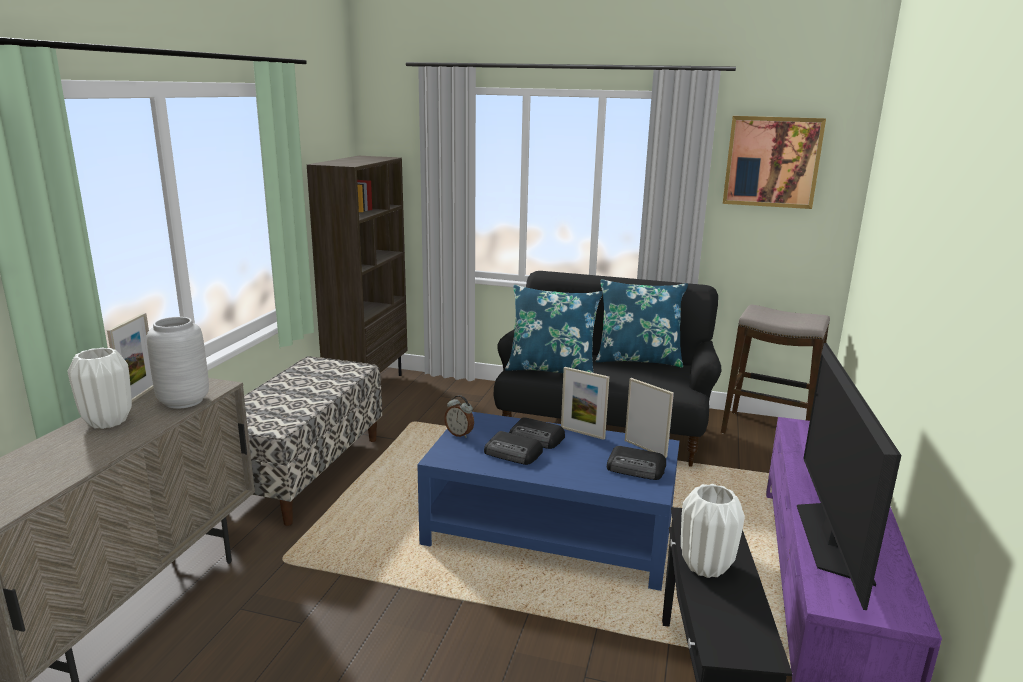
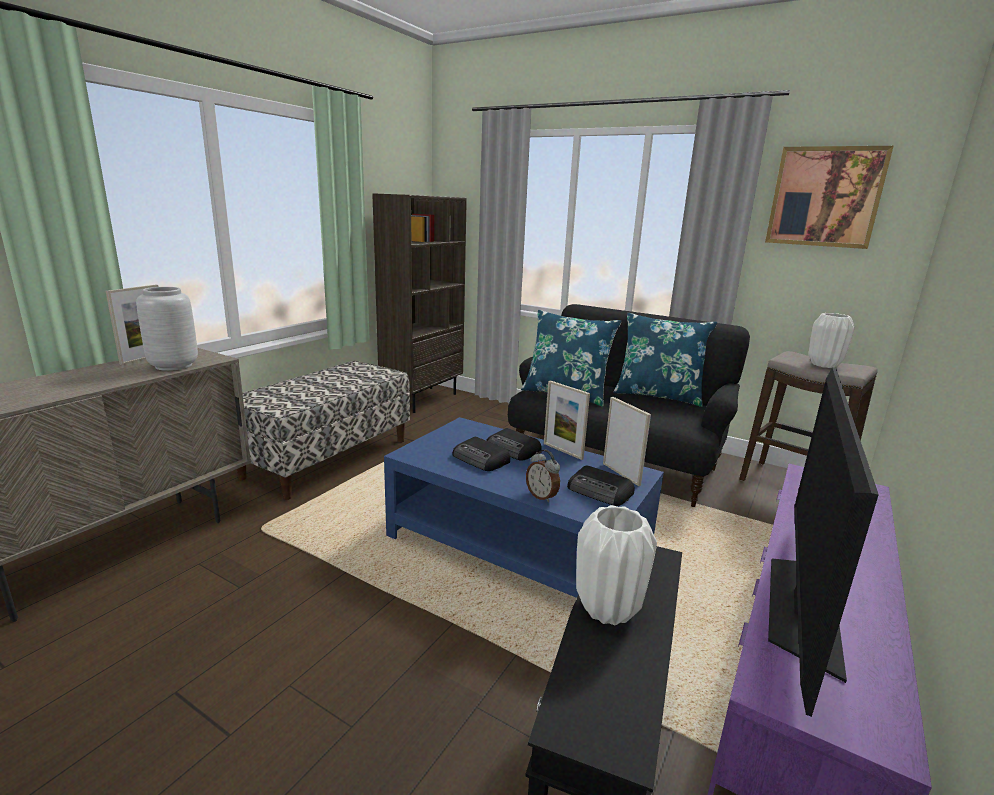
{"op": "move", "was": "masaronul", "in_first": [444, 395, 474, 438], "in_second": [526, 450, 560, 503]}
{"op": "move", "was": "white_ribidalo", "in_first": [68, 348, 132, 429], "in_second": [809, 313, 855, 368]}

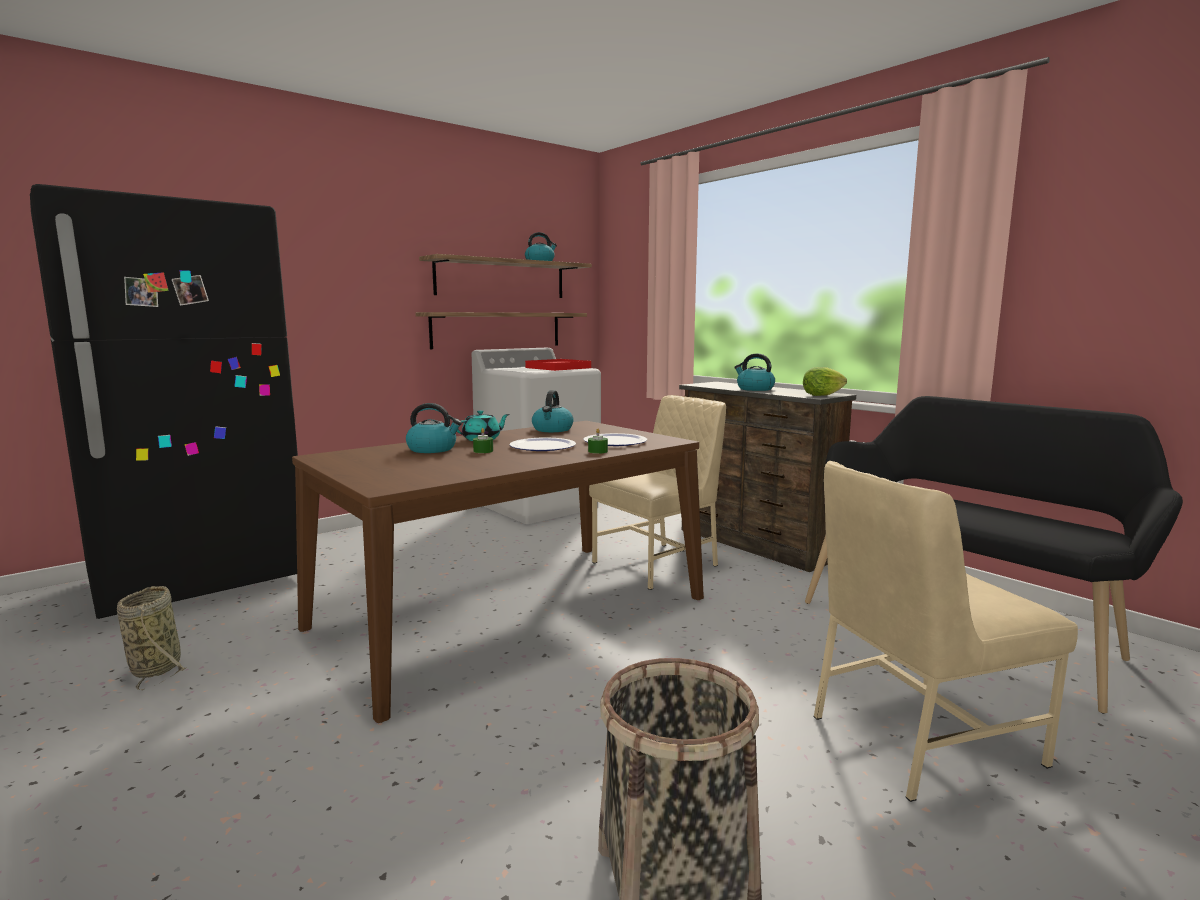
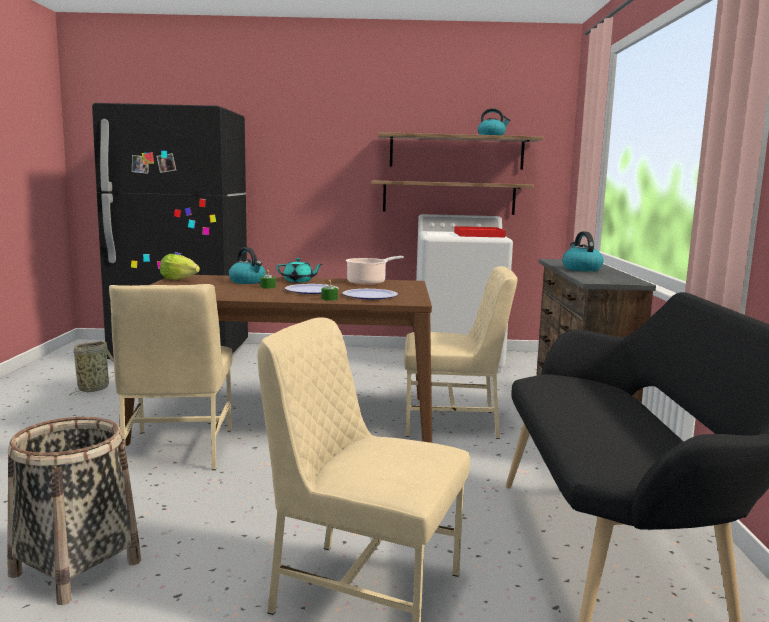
{"op": "insert", "now": "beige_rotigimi", "in_second": [109, 284, 233, 470]}
{"op": "move", "was": "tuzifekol", "in_first": [803, 367, 847, 396], "in_second": [160, 254, 200, 280]}
{"op": "replace", "was": "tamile", "now": "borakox", "in_first": [532, 390, 574, 432], "in_second": [346, 256, 404, 285]}

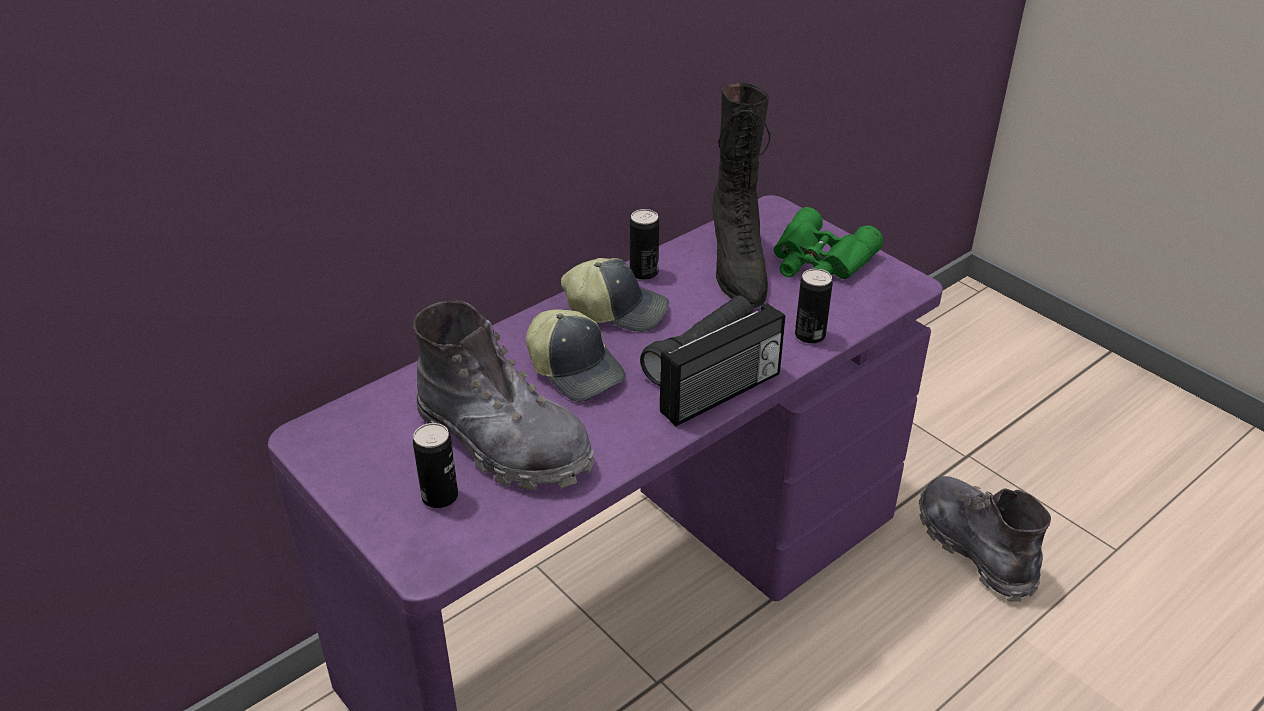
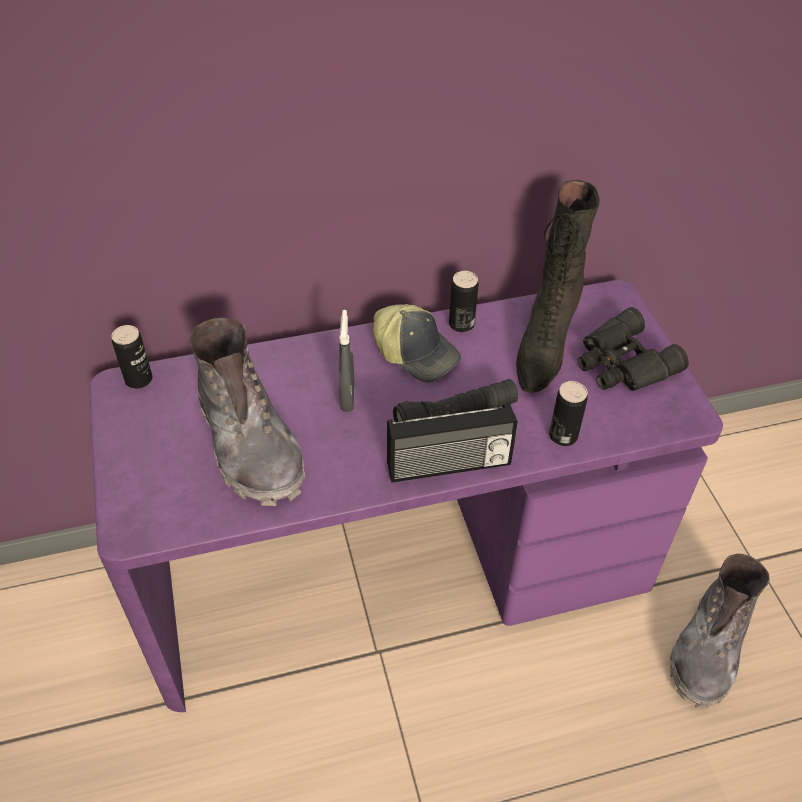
{"op": "move", "was": "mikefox", "in_first": [413, 423, 458, 508], "in_second": [112, 325, 153, 389]}
{"op": "replace", "was": "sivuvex", "now": "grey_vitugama", "in_first": [526, 309, 626, 402], "in_second": [339, 310, 355, 412]}
{"op": "recolor", "was": "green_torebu", "now": "black_torebu", "in_first": [774, 207, 883, 279], "in_second": [578, 307, 689, 391]}
{"op": "rotate", "was": "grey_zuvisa", "in_first": [919, 476, 1051, 602], "in_second": [670, 554, 770, 709], "clockwise": -150}

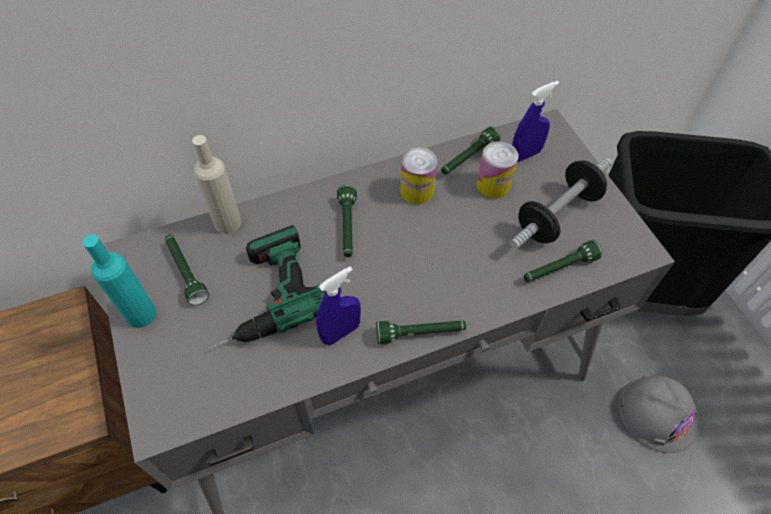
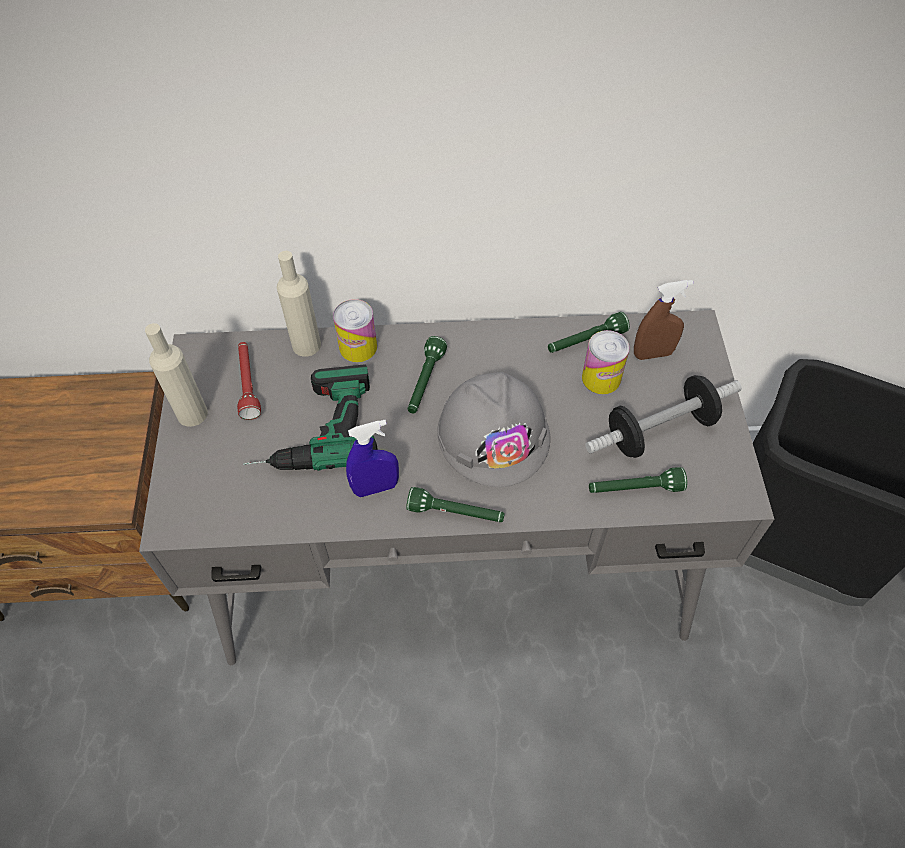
{"op": "recolor", "was": "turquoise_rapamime", "now": "beige_rapamime", "in_first": [83, 235, 156, 328], "in_second": [145, 323, 208, 427]}
{"op": "recolor", "was": "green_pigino", "now": "red_pigino", "in_first": [165, 235, 209, 305], "in_second": [237, 342, 261, 420]}
{"op": "move", "was": "mikefox", "in_first": [400, 147, 437, 205], "in_second": [333, 299, 377, 362]}
{"op": "move", "was": "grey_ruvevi", "in_first": [619, 376, 698, 453], "in_second": [437, 372, 550, 487]}
{"op": "recolor", "was": "blue_vitugama", "now": "brown_vitugama", "in_first": [512, 81, 559, 162], "in_second": [634, 280, 694, 360]}

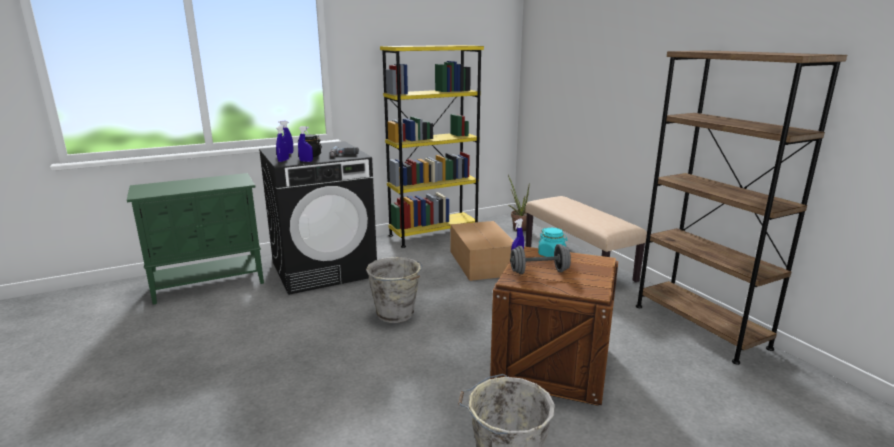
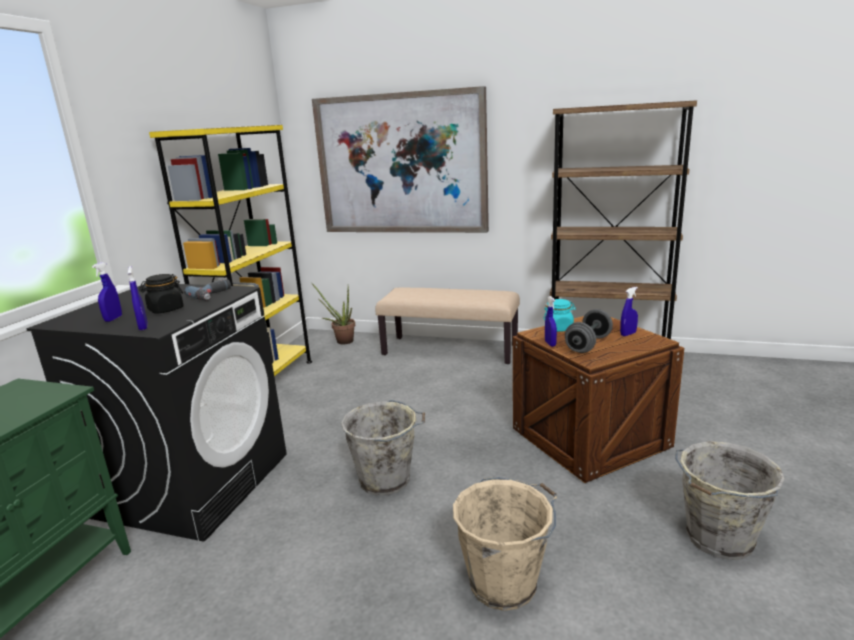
{"op": "insert", "now": "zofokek", "in_second": [312, 86, 489, 233]}
{"op": "insert", "now": "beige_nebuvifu", "in_second": [453, 477, 557, 611]}
{"op": "move", "was": "blue_vitugama", "in_first": [298, 126, 313, 162], "in_second": [620, 287, 638, 336]}
{"op": "delete", "was": "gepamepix", "in_first": [451, 221, 513, 281]}

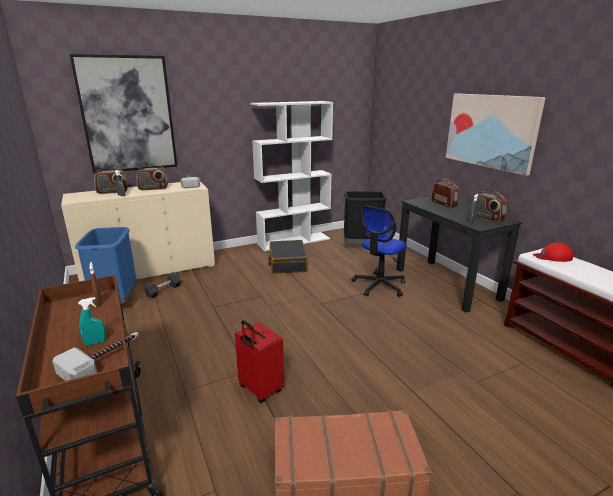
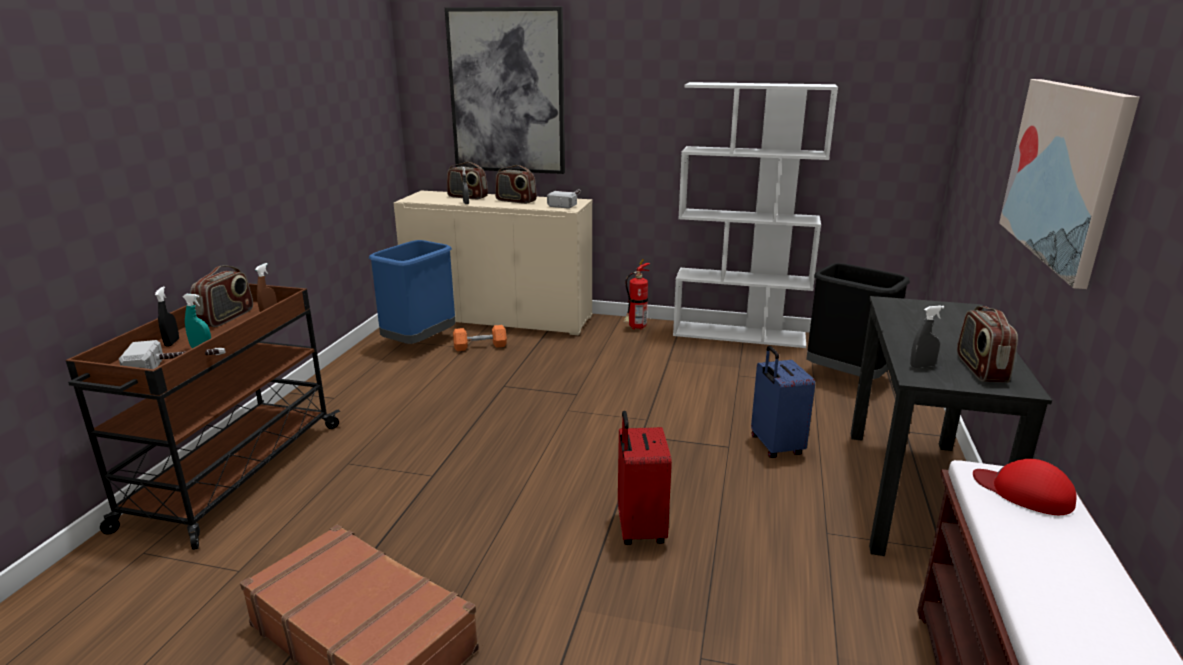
{"op": "insert", "now": "black_vitugama", "in_second": [155, 286, 179, 346]}
{"op": "move", "was": "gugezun", "in_first": [431, 178, 459, 208], "in_second": [191, 265, 253, 327]}
{"op": "recolor", "was": "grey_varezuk", "now": "orange_varezuk", "in_first": [144, 272, 181, 298], "in_second": [453, 325, 507, 351]}
{"op": "move", "was": "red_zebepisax", "in_first": [235, 320, 284, 403], "in_second": [618, 411, 672, 545]}
{"op": "insert", "now": "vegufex", "in_second": [623, 259, 650, 330]}
{"op": "replace", "was": "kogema", "now": "blue_zebepisax", "in_first": [351, 205, 405, 297], "in_second": [751, 346, 815, 458]}
{"op": "delete", "was": "black_zebepisax", "in_first": [268, 240, 308, 274]}

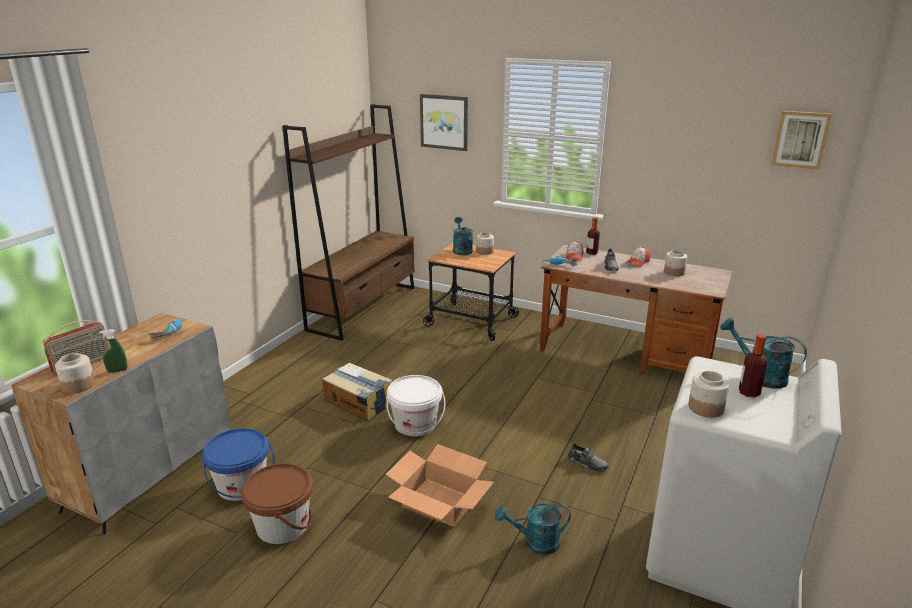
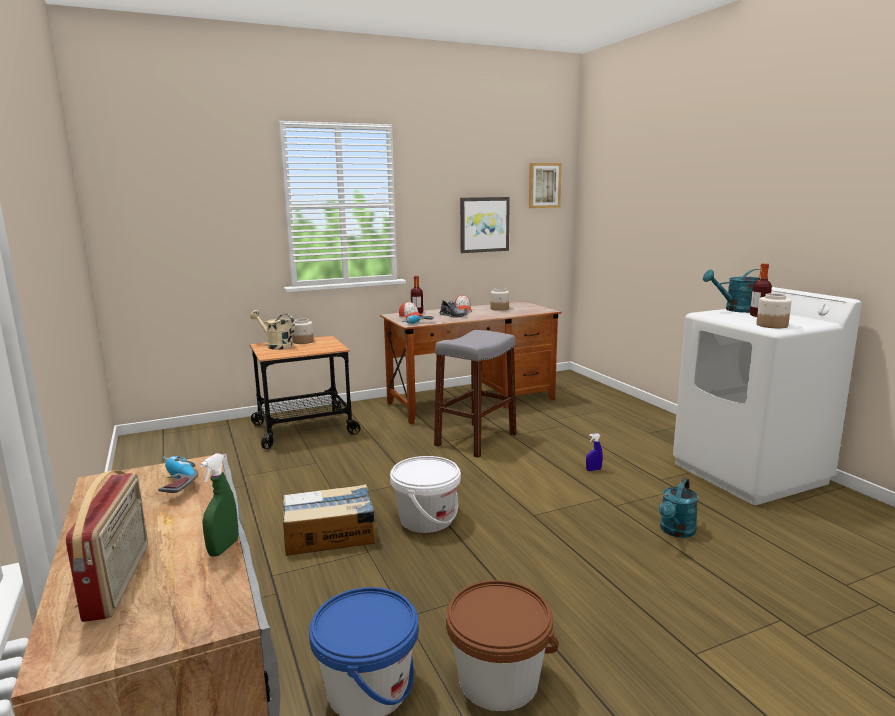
{"op": "recolor", "was": "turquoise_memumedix", "now": "beige_memumedix", "in_first": [453, 217, 473, 255], "in_second": [250, 310, 295, 350]}
{"op": "insert", "now": "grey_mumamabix", "in_second": [434, 330, 517, 458]}
{"op": "move", "was": "zofokek", "in_first": [420, 94, 468, 151], "in_second": [460, 197, 510, 253]}
{"op": "replace", "was": "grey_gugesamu", "now": "blue_vitugama", "in_first": [568, 443, 609, 471], "in_second": [586, 433, 603, 471]}
{"op": "delete", "was": "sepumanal", "in_first": [55, 353, 95, 394]}
{"op": "delete", "was": "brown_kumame", "in_first": [282, 104, 415, 341]}
{"op": "delete", "was": "gepamepix", "in_first": [386, 444, 494, 527]}

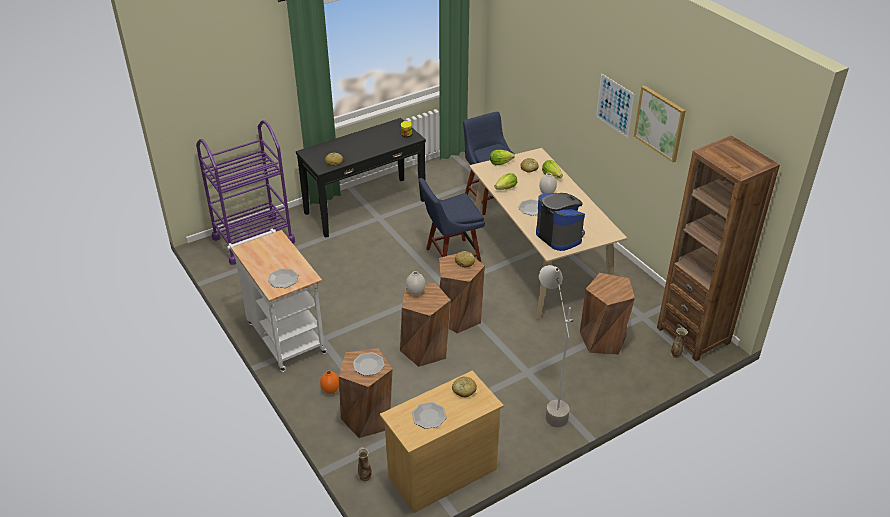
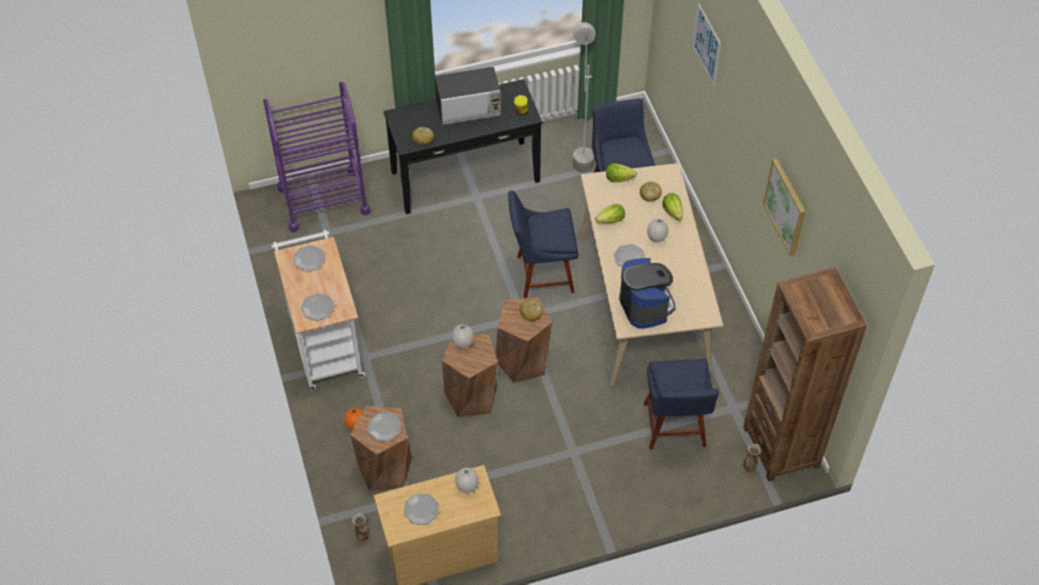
{"op": "insert", "now": "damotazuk", "in_second": [293, 245, 326, 272]}
{"op": "insert", "now": "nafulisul", "in_second": [435, 67, 501, 125]}
{"op": "replace", "was": "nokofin", "now": "white_ribidalo", "in_first": [452, 377, 477, 397], "in_second": [455, 468, 479, 493]}
{"op": "move", "was": "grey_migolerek", "in_first": [539, 265, 574, 427], "in_second": [573, 22, 595, 173]}
{"op": "replace", "was": "brown_mumamabix", "now": "blue_rotigimi", "in_first": [580, 273, 635, 355], "in_second": [644, 359, 719, 450]}
{"op": "move", "was": "zofokek", "in_first": [596, 73, 635, 138], "in_second": [693, 3, 721, 86]}

